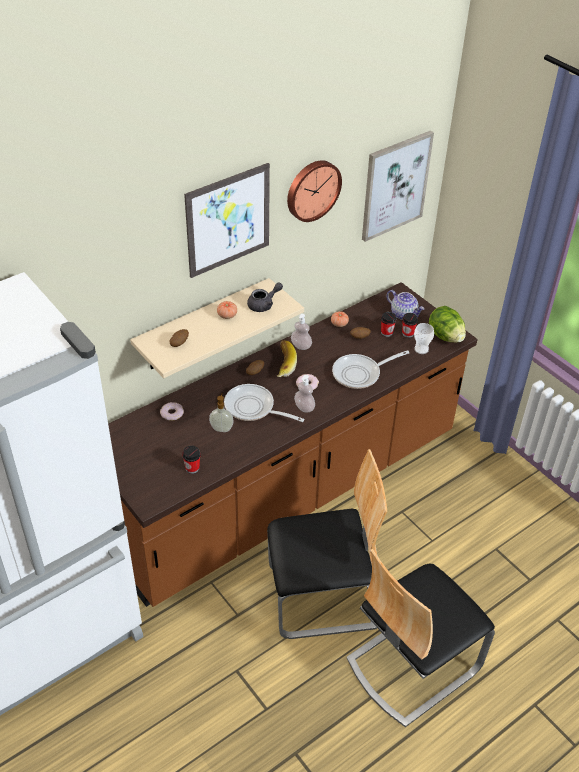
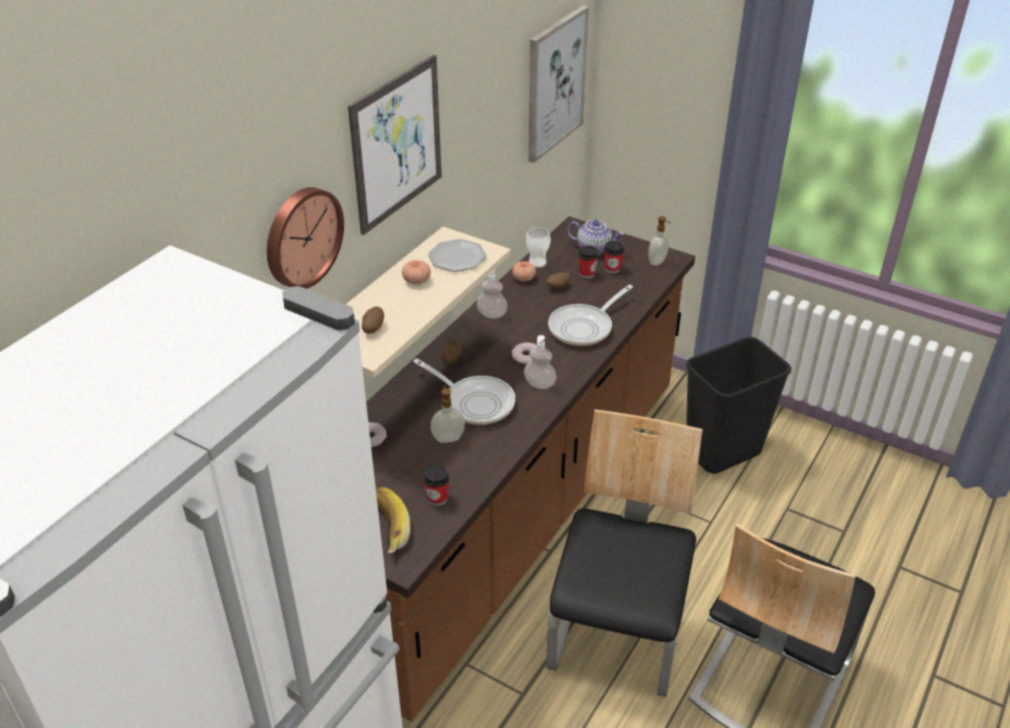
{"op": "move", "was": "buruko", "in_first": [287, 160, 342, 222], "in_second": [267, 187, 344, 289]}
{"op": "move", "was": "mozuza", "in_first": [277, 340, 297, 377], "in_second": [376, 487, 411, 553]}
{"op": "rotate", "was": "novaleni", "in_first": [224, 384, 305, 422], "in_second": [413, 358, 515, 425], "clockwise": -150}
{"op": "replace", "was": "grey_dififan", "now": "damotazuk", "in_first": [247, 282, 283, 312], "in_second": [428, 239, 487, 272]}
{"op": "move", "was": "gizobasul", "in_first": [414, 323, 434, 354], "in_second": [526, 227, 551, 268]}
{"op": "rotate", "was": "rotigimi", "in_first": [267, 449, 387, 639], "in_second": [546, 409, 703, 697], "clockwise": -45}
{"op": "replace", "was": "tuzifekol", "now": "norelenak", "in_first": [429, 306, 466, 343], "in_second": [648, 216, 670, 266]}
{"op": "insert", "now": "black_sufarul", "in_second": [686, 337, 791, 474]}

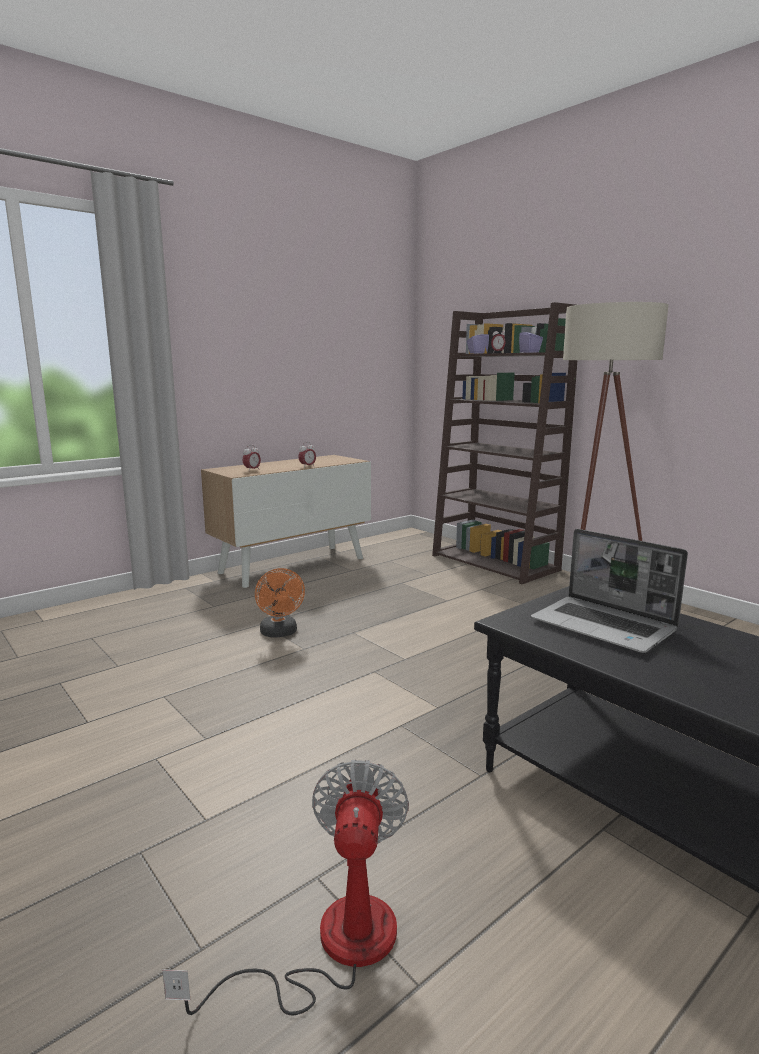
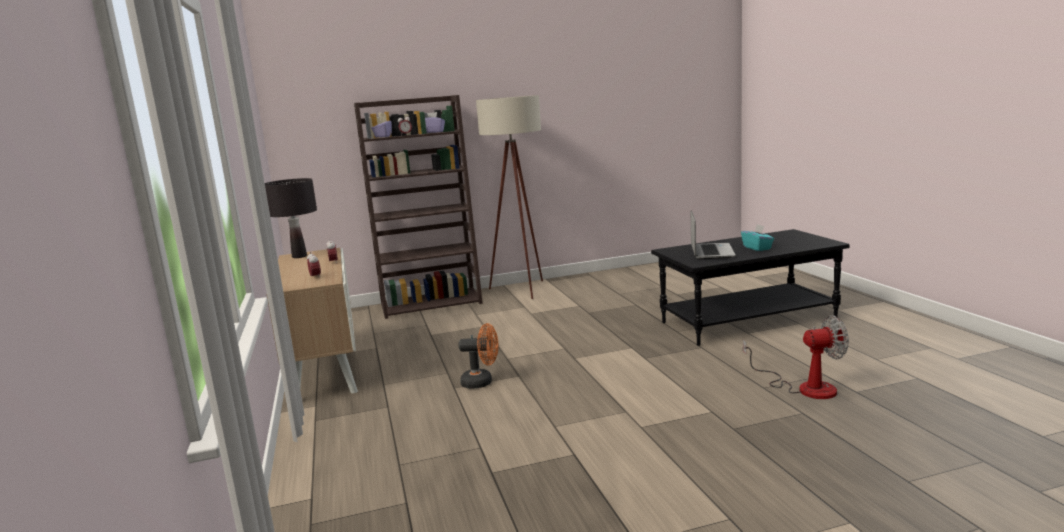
{"op": "insert", "now": "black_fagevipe", "in_second": [265, 178, 317, 258]}
{"op": "rotate", "was": "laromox", "in_first": [531, 529, 688, 653], "in_second": [691, 210, 736, 259], "clockwise": -60}
{"op": "insert", "now": "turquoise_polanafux", "in_second": [741, 224, 774, 251]}
{"op": "rotate", "was": "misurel", "in_first": [162, 760, 409, 1015], "in_second": [743, 315, 849, 399], "clockwise": 150}

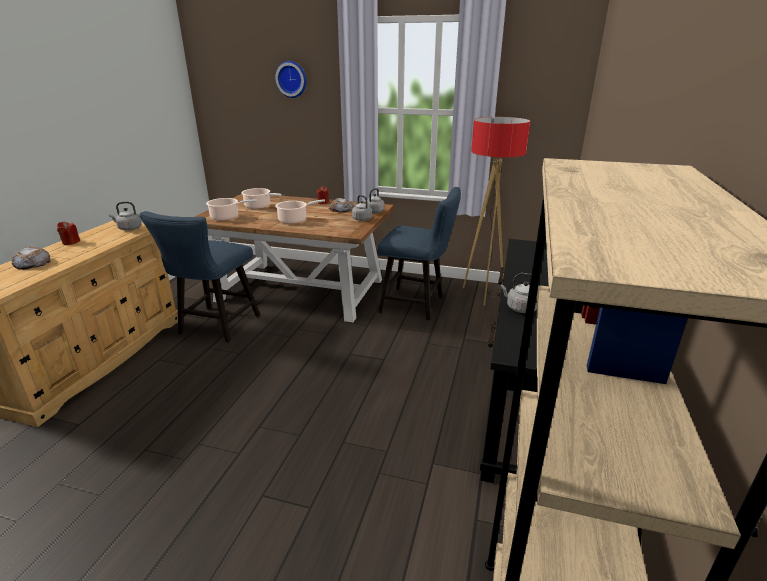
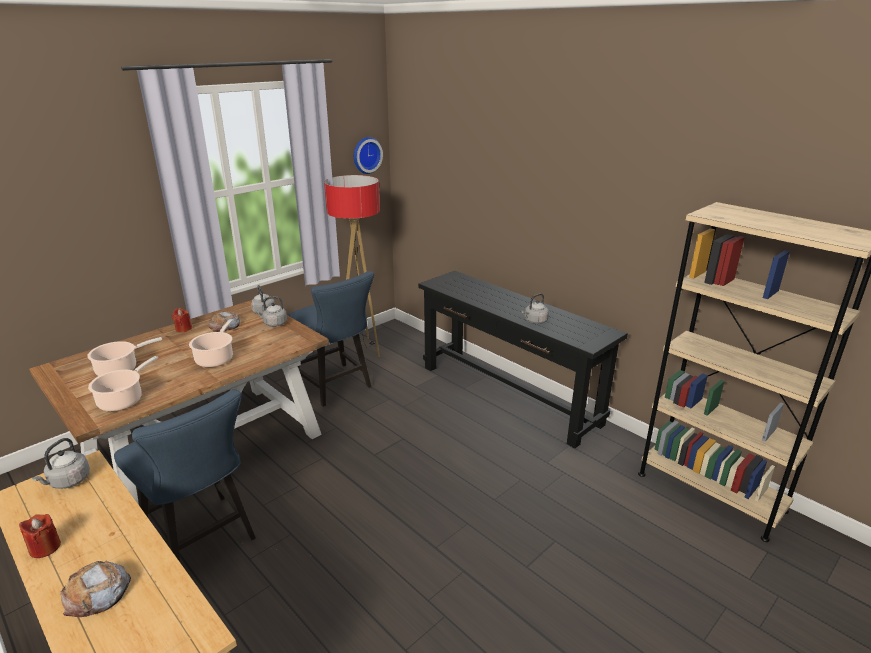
{"op": "rotate", "was": "blue_rotigimi", "in_first": [377, 187, 461, 320], "in_second": [287, 271, 374, 407], "clockwise": 90}
{"op": "move", "was": "buruko", "in_first": [275, 61, 307, 98], "in_second": [354, 137, 383, 174]}

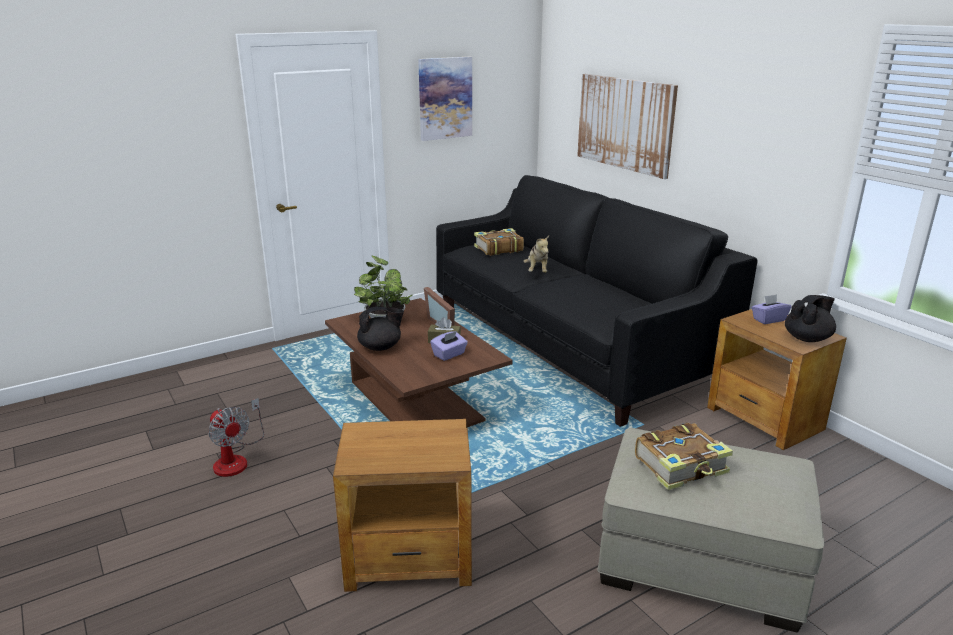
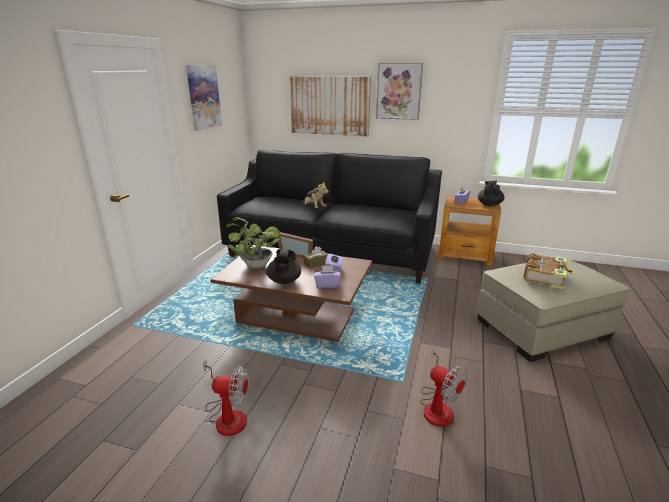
{"op": "rotate", "was": "black_dififan", "in_first": [357, 307, 404, 351], "in_second": [266, 249, 301, 284], "clockwise": 150}
{"op": "insert", "now": "purple_polanafux", "in_second": [314, 266, 341, 288]}
{"op": "insert", "now": "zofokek", "in_second": [376, 63, 423, 120]}
{"op": "replace", "was": "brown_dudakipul", "now": "misurel", "in_first": [333, 419, 472, 592], "in_second": [420, 347, 468, 427]}
{"op": "delete", "was": "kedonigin", "in_first": [474, 228, 524, 256]}

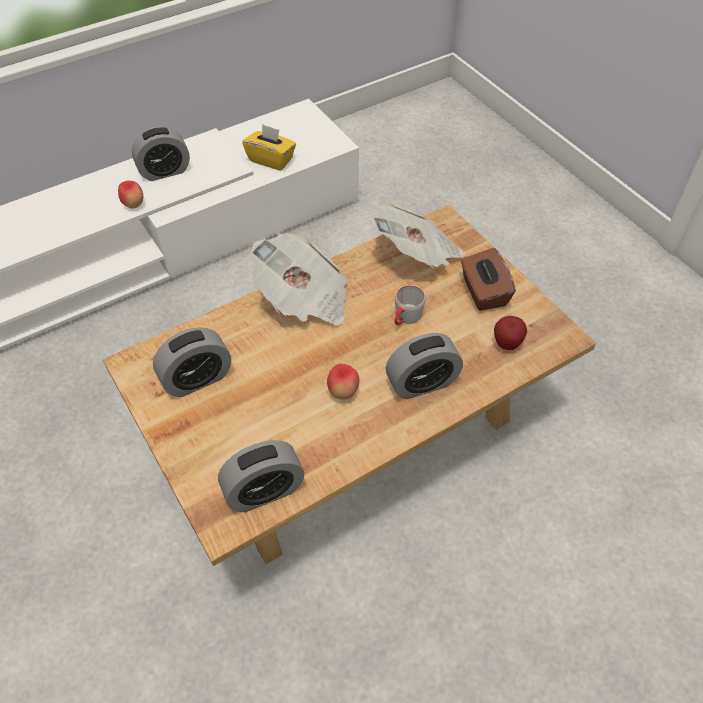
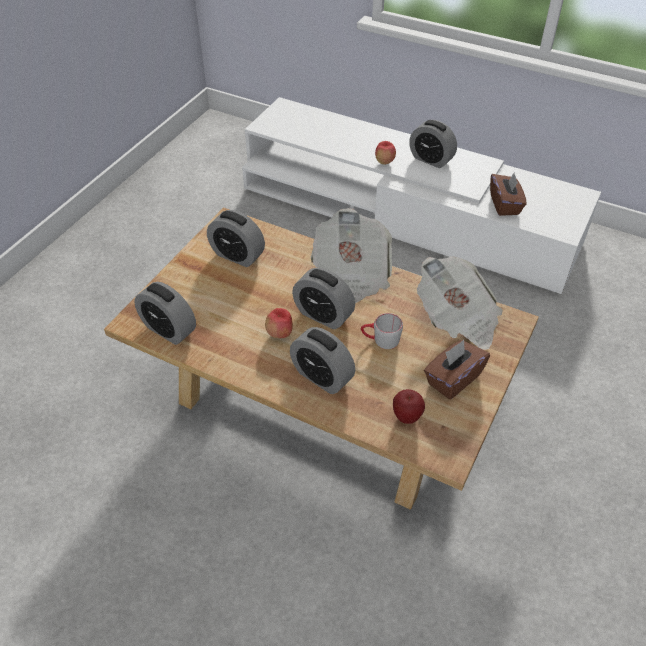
{"op": "insert", "now": "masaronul", "in_second": [292, 268, 355, 329]}
{"op": "recolor", "was": "yellow_polanafux", "now": "brown_polanafux", "in_first": [242, 124, 296, 171], "in_second": [490, 172, 527, 216]}

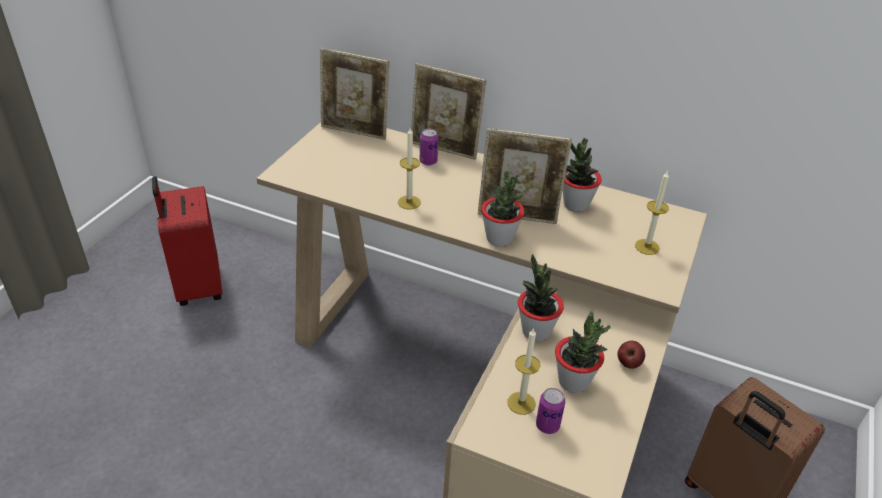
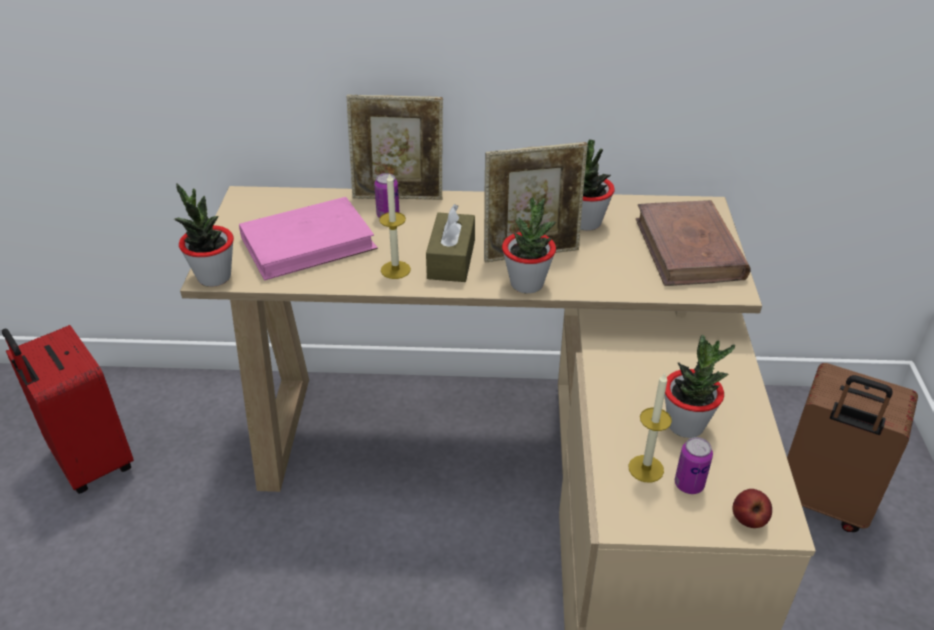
{"op": "move", "was": "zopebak", "in_first": [518, 254, 564, 341], "in_second": [174, 183, 234, 287]}
{"op": "insert", "now": "pink_kedonigin", "in_second": [239, 197, 378, 280]}
{"op": "insert", "now": "brown_polanafux", "in_second": [426, 204, 475, 282]}
{"op": "replace", "was": "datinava", "now": "brown_kedonigin", "in_first": [635, 171, 669, 255], "in_second": [636, 200, 751, 286]}
{"op": "move", "was": "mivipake", "in_first": [617, 341, 645, 369], "in_second": [732, 489, 772, 528]}
{"op": "delete", "was": "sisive", "in_first": [320, 48, 389, 140]}

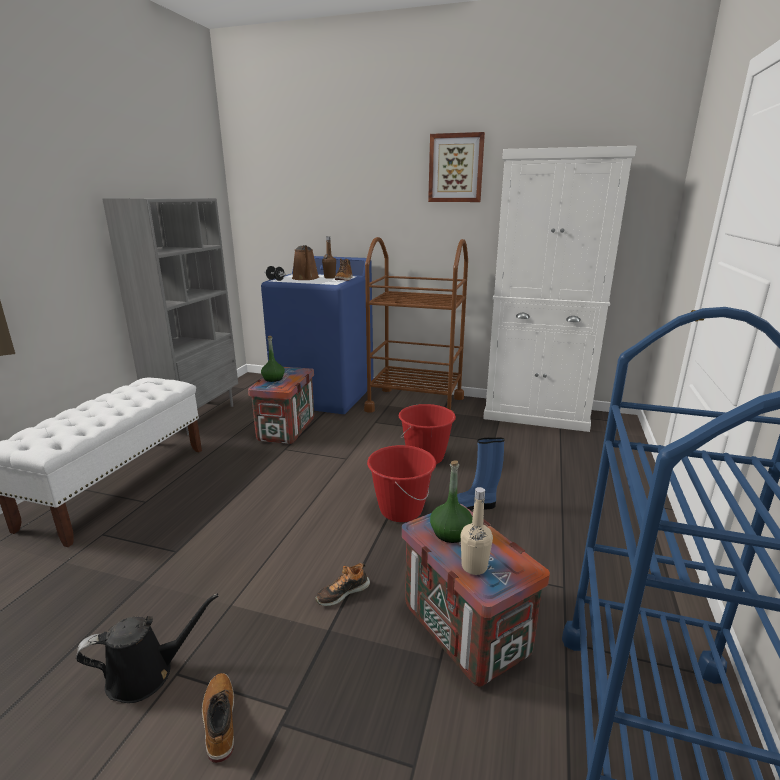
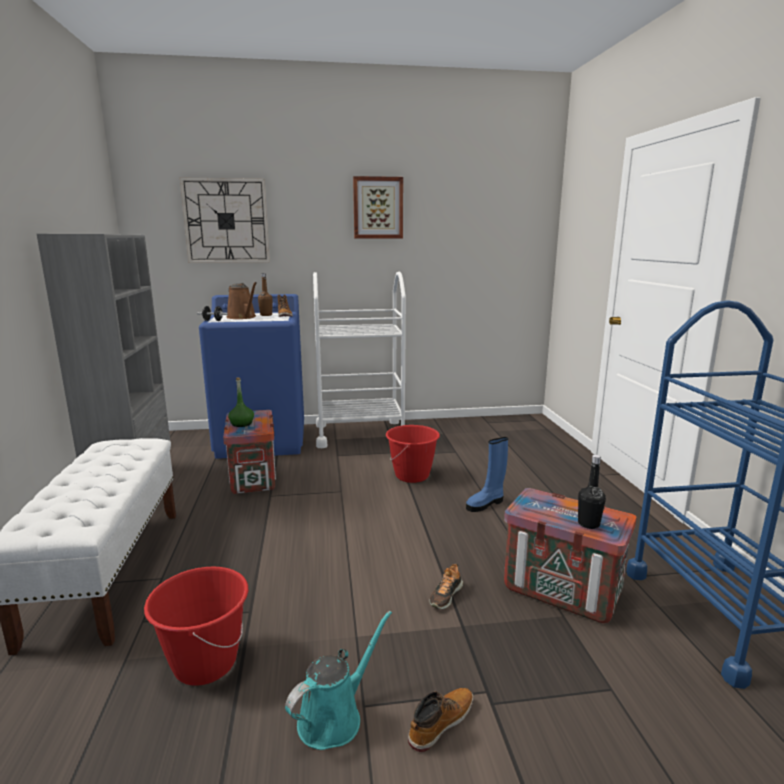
{"op": "move", "was": "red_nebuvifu", "in_first": [367, 445, 436, 522], "in_second": [144, 567, 248, 686]}
{"op": "insert", "now": "buruko", "in_second": [179, 177, 270, 263]}
{"op": "recolor", "was": "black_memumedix", "now": "turquoise_memumedix", "in_first": [76, 594, 218, 703], "in_second": [285, 611, 392, 750]}
{"op": "recolor", "was": "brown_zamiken", "now": "white_zamiken", "in_first": [364, 237, 468, 412], "in_second": [313, 272, 406, 448]}
{"op": "rotate", "was": "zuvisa", "in_first": [202, 673, 234, 763], "in_second": [408, 688, 473, 752], "clockwise": 90}
{"op": "recolor", "was": "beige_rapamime", "now": "black_rapamime", "in_first": [461, 487, 493, 575], "in_second": [578, 455, 606, 529]}
{"op": "delete", "was": "green_rapamime", "in_first": [430, 460, 473, 543]}
{"op": "delete", "was": "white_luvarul", "in_first": [483, 146, 636, 432]}

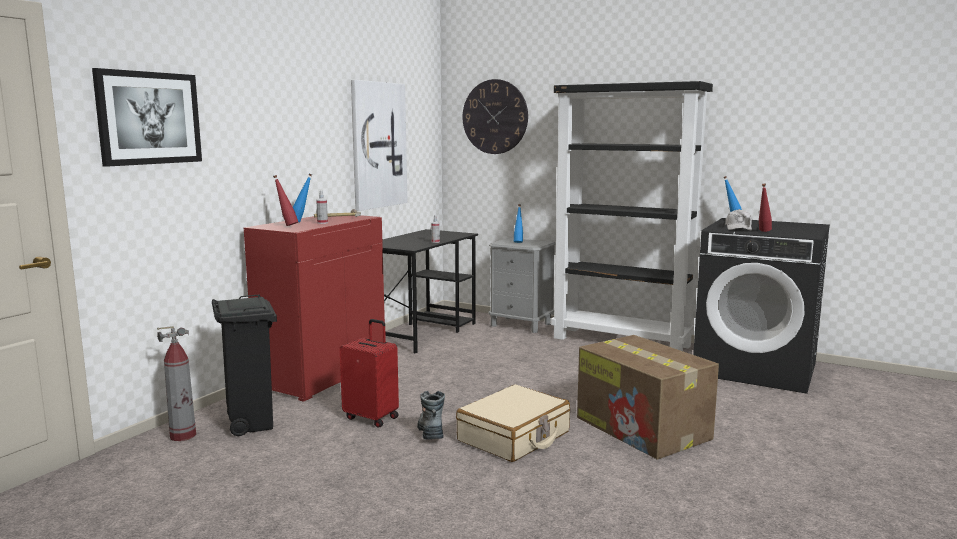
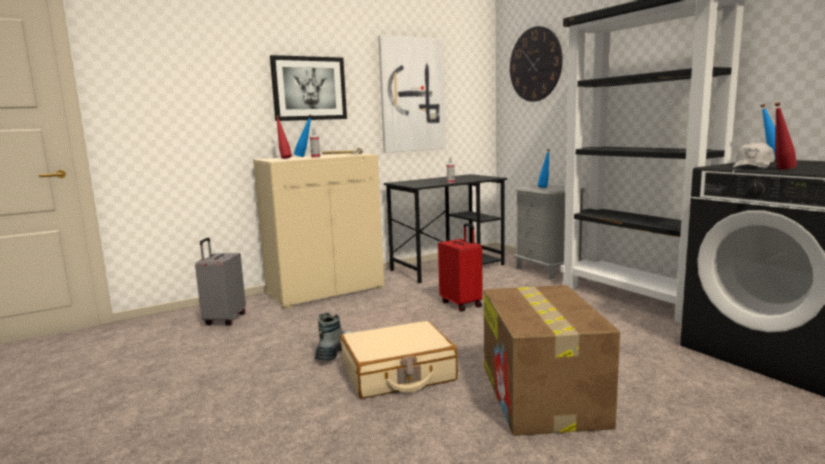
{"op": "replace", "was": "black_sufarul", "now": "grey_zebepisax", "in_first": [212, 294, 277, 436], "in_second": [195, 238, 246, 325]}
{"op": "recolor", "was": "red_luvarul", "now": "beige_luvarul", "in_first": [244, 215, 385, 402], "in_second": [253, 153, 384, 309]}
{"op": "move", "was": "zofokek", "in_first": [92, 68, 202, 167], "in_second": [270, 55, 347, 121]}
{"op": "move", "was": "red_zebepisax", "in_first": [340, 319, 399, 428], "in_second": [438, 223, 483, 311]}
{"op": "delete", "was": "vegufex", "in_first": [157, 326, 196, 441]}

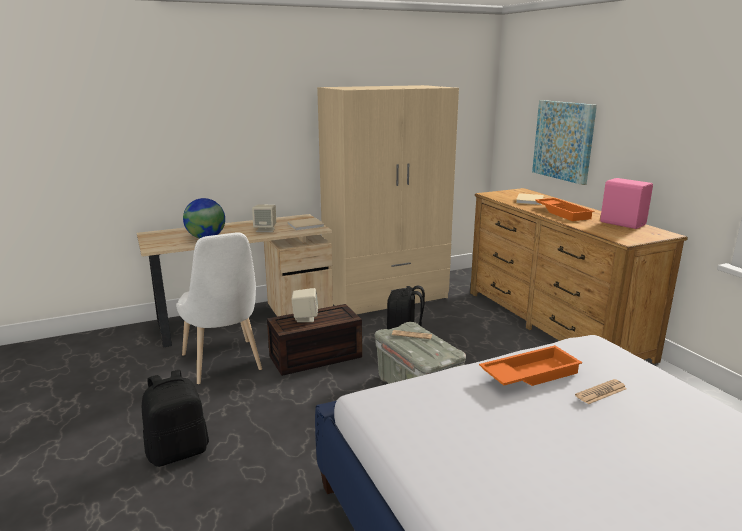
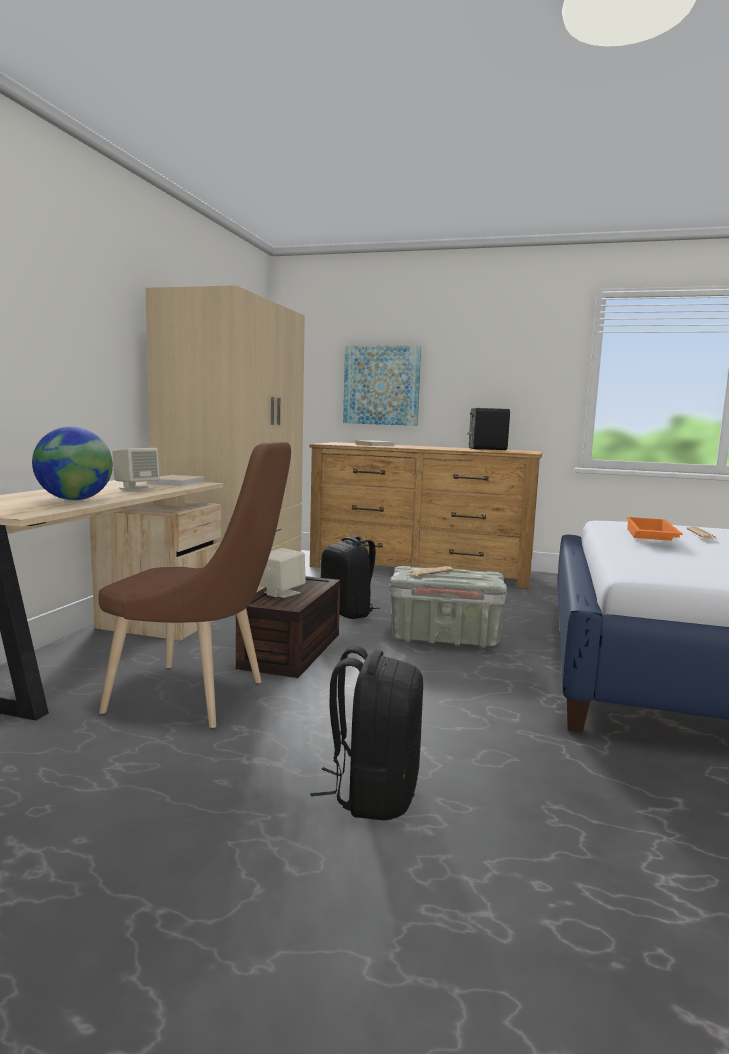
{"op": "recolor", "was": "white_rotigimi", "now": "brown_rotigimi", "in_first": [176, 232, 262, 384], "in_second": [98, 441, 291, 728]}
{"op": "recolor", "was": "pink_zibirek", "now": "black_zibirek", "in_first": [600, 178, 653, 229], "in_second": [467, 408, 510, 450]}
{"op": "delete", "was": "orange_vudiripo", "in_first": [535, 198, 594, 221]}

